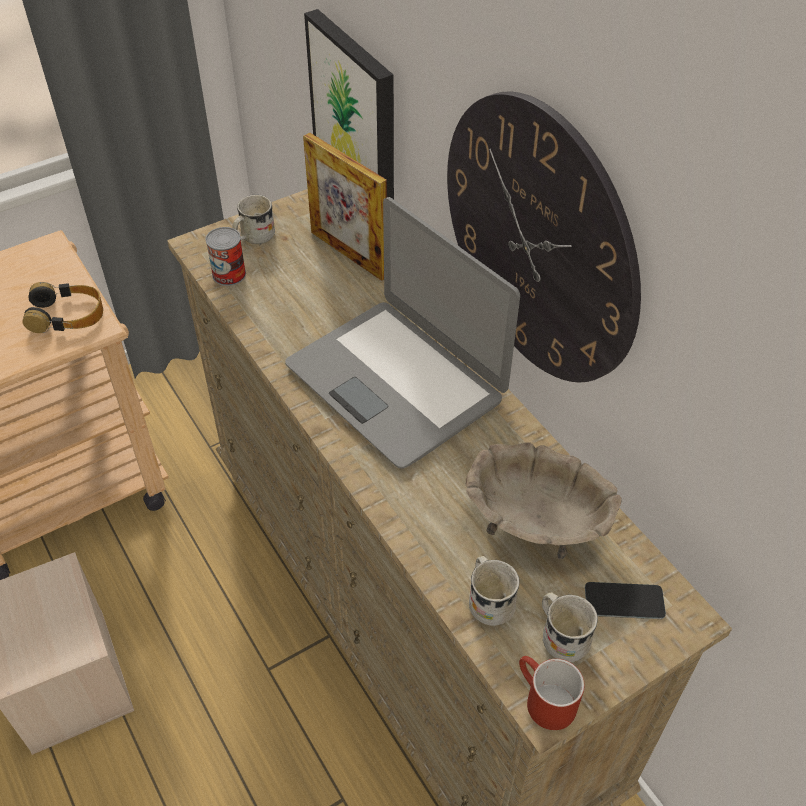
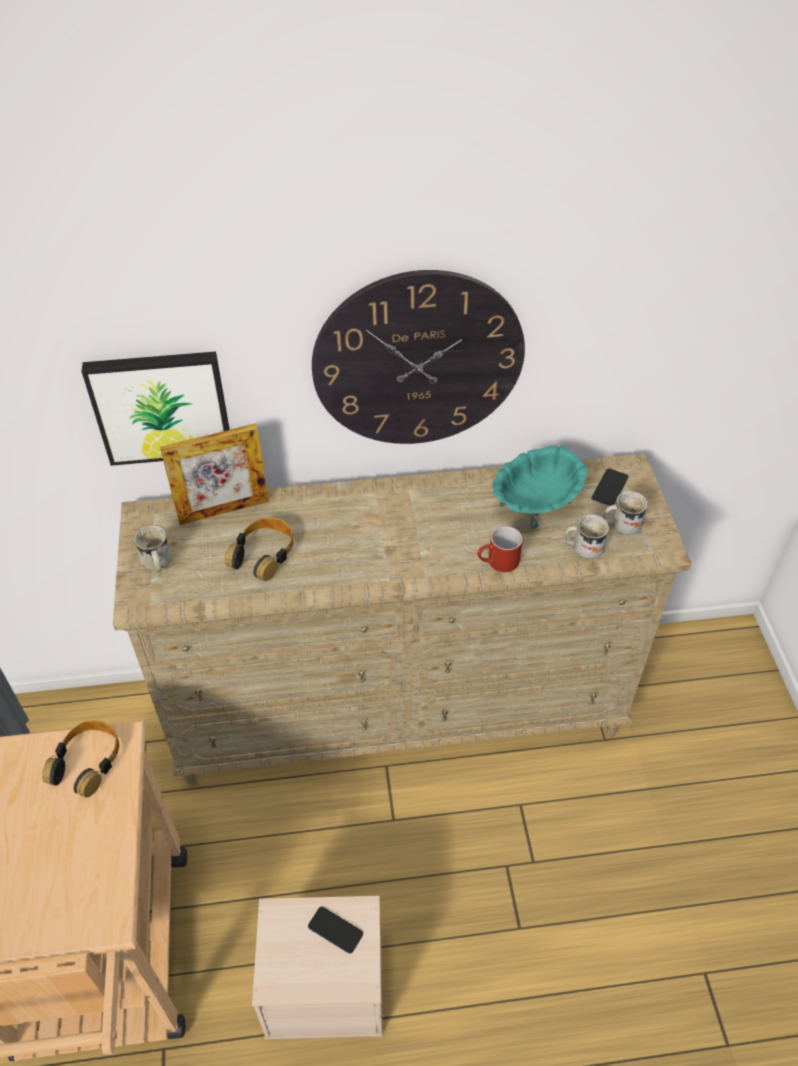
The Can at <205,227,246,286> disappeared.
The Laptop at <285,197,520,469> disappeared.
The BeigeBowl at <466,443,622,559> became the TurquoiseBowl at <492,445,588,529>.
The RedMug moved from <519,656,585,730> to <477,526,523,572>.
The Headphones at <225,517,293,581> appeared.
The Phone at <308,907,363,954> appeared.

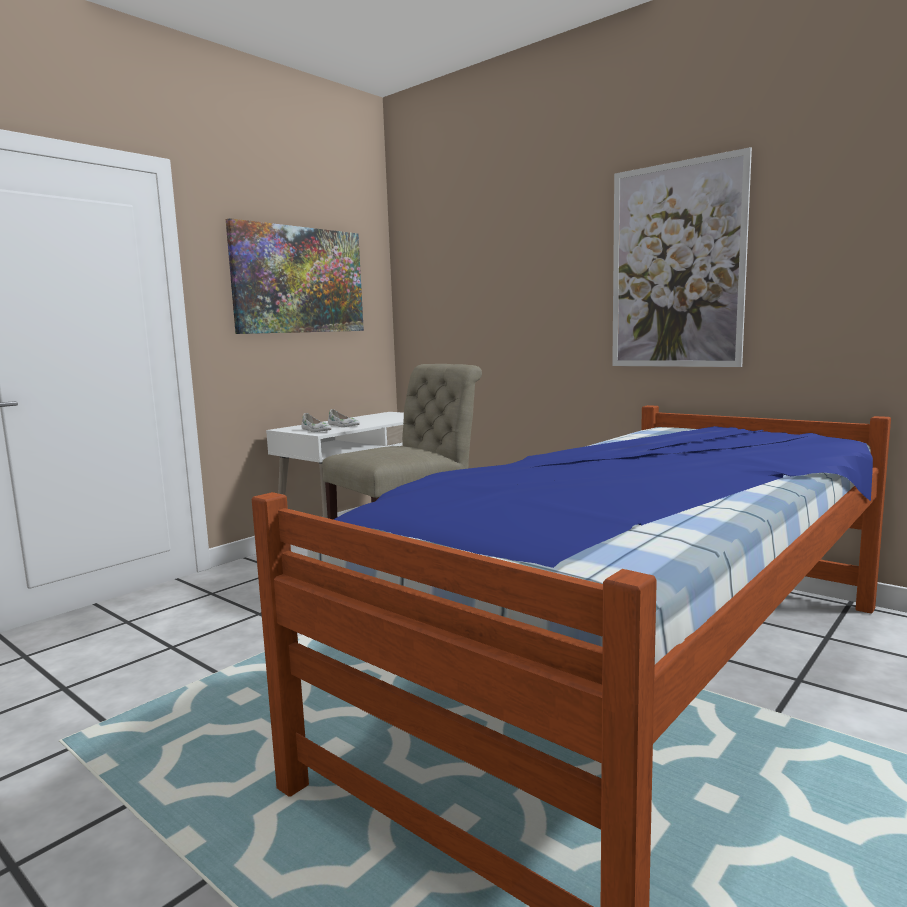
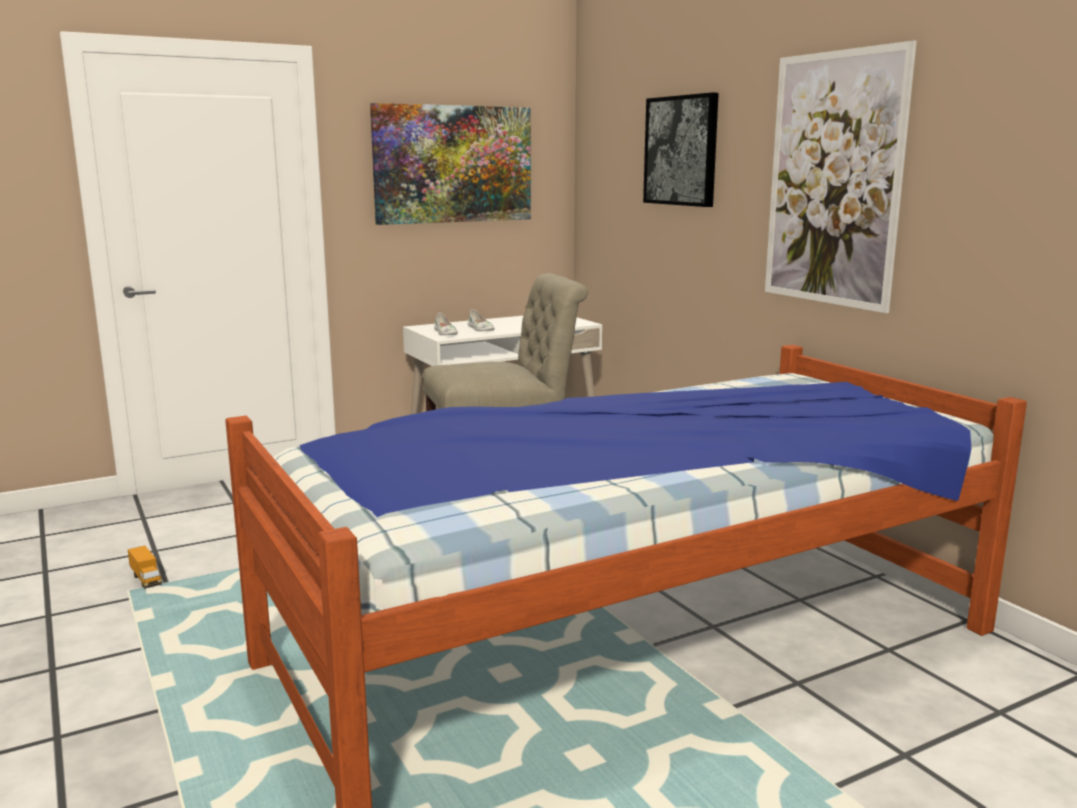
The ToyTruck at <128,545,162,589> appeared.
The Picture at <643,92,719,207> appeared.

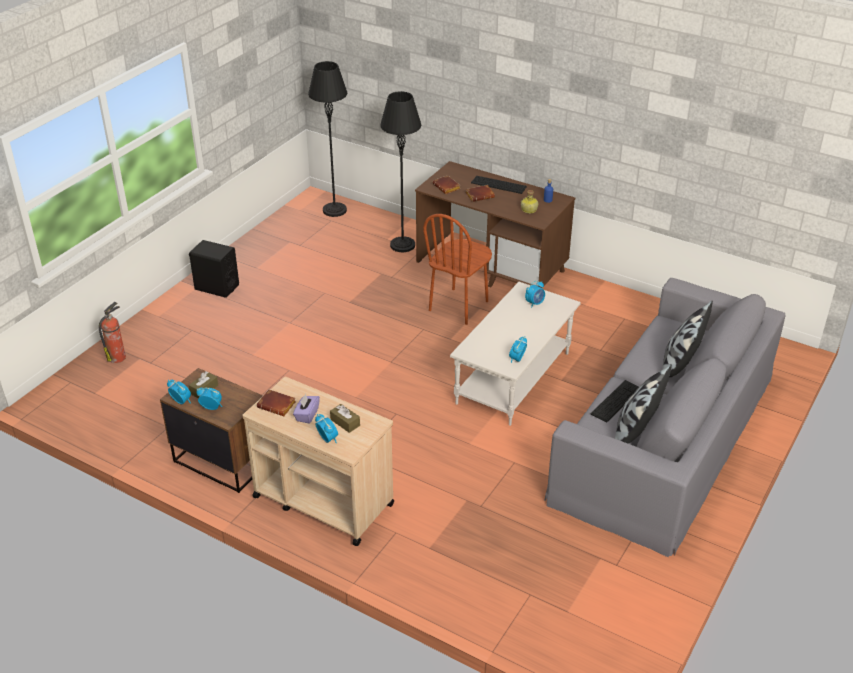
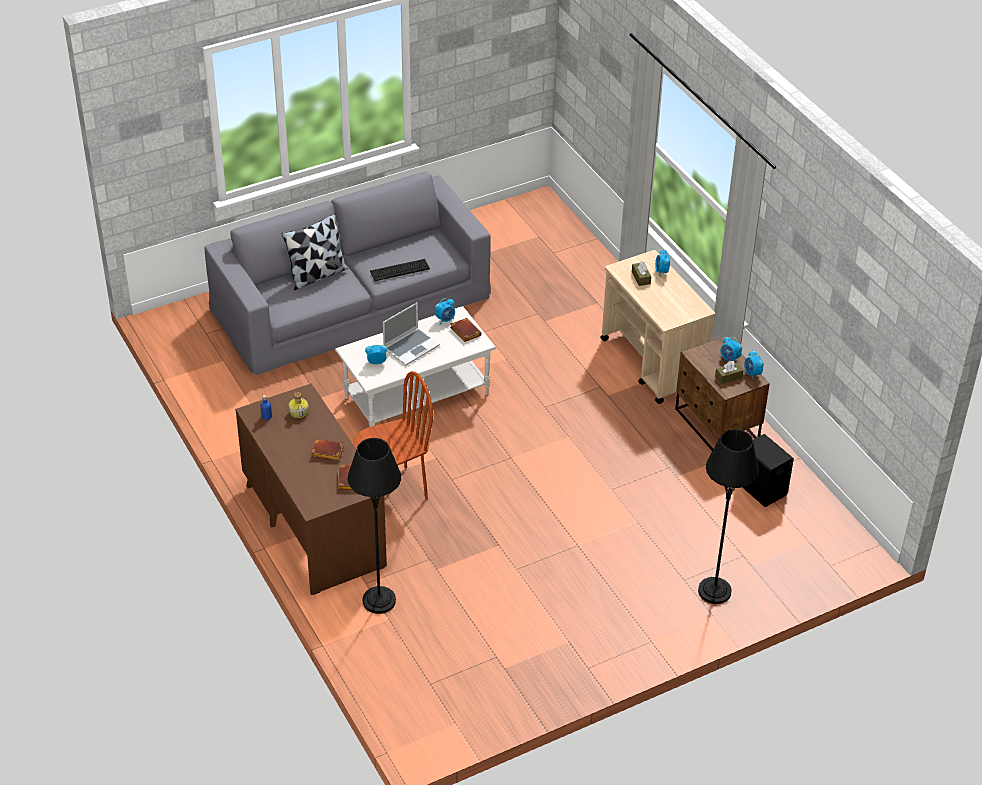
The FireExtinguisher at <99,302,126,363> disappeared.
The BlackSpeaker moved from <189,240,239,298> to <742,434,794,507>.
The BrownBook moved from <257,389,296,416> to <450,318,482,342>.
The PurpleTissueBox at <293,394,320,424> disappeared.
The BlackFloorLamp moved from <308,61,347,217> to <698,429,759,604>.
The Keyboard at <471,176,527,194> disappeared.
The Pillow at <615,364,672,444> disappeared.
The Laptop at <383,302,440,365> appeared.

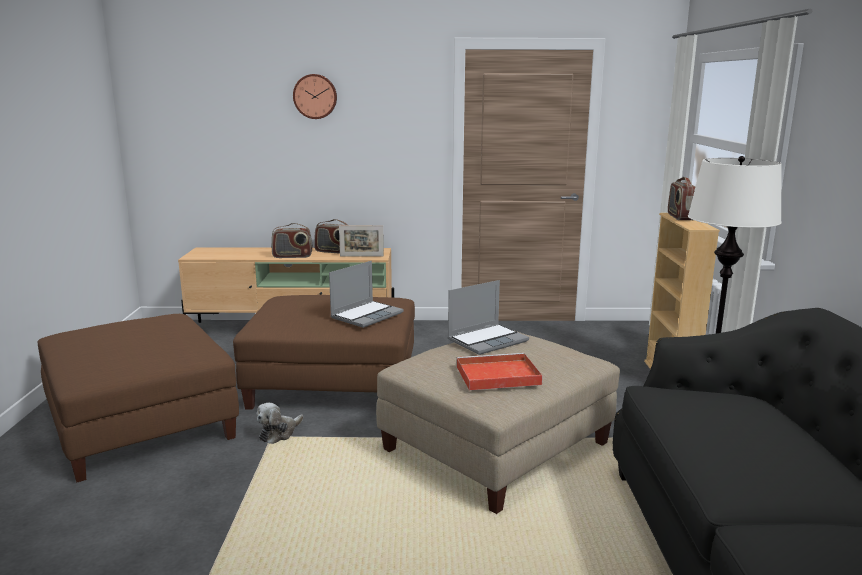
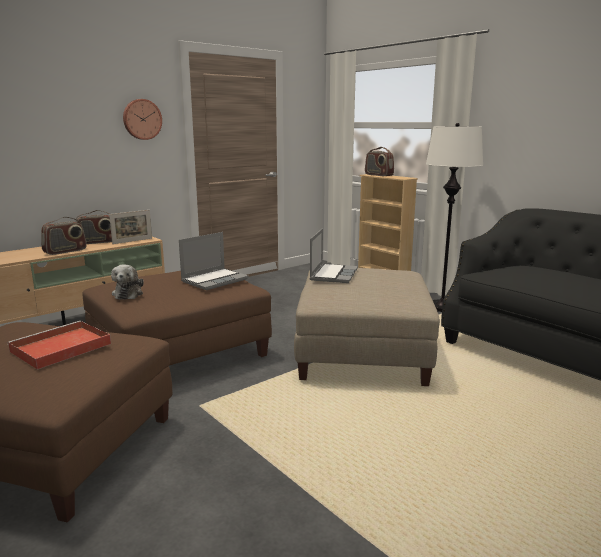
The PlushToy moved from <256,403,303,444> to <111,264,144,300>.
The WallClock moved from <293,74,337,119> to <123,99,162,140>.
The Laptop at <329,261,403,328> turned 45 degrees clockwise.
The RedTray moved from <456,353,543,391> to <8,321,111,370>.

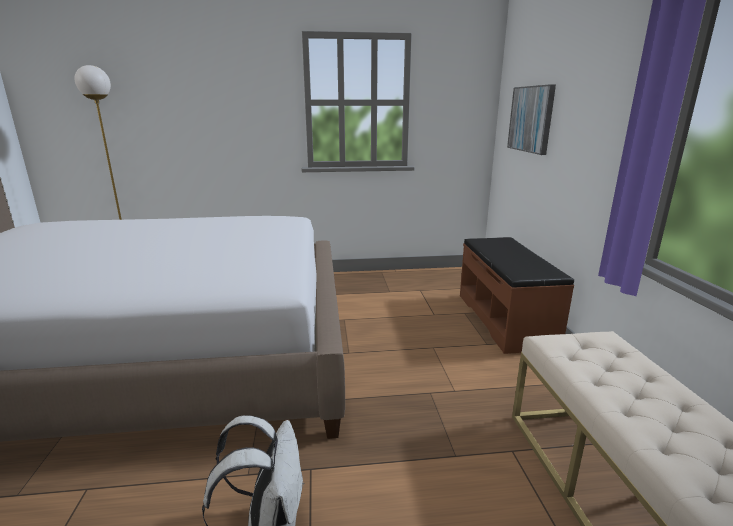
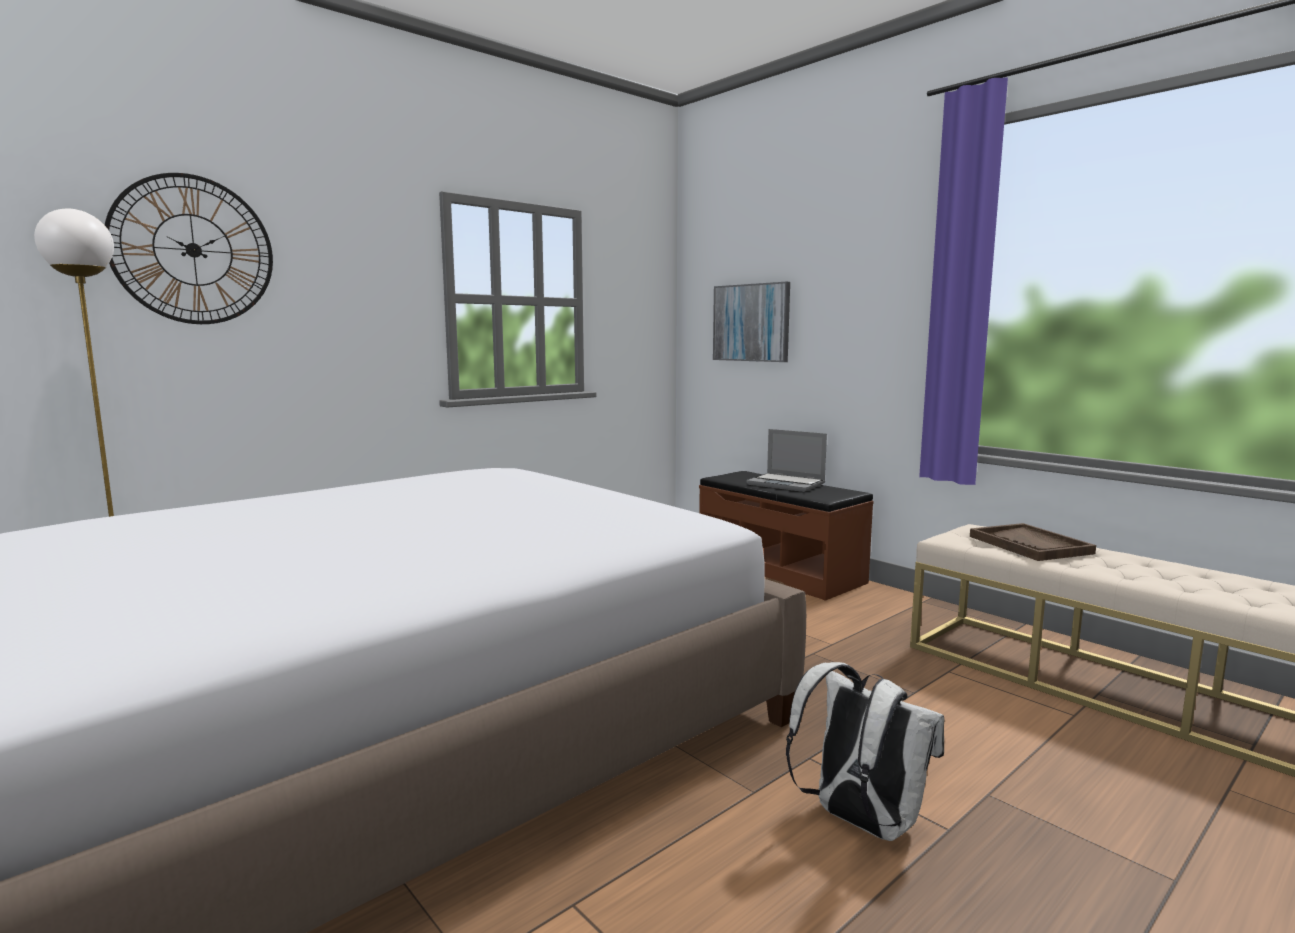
The WallClock at <105,173,273,324> appeared.
The Laptop at <747,429,827,492> appeared.
The BrownTray at <970,523,1096,561> appeared.

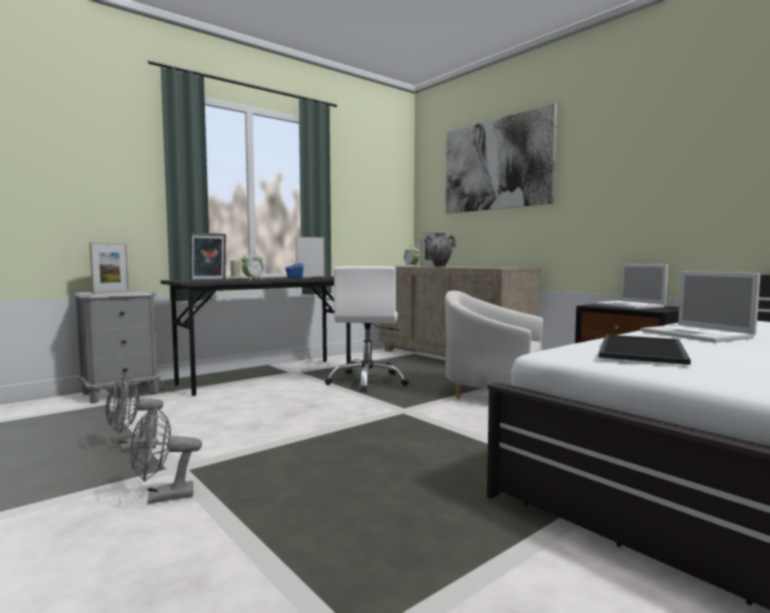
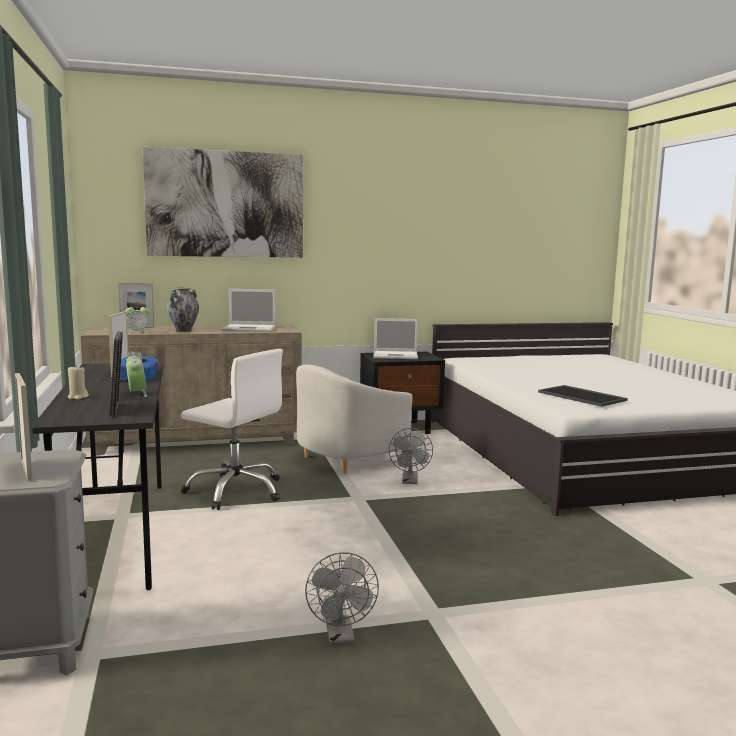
The GreyFan moved from <130,406,202,504> to <389,428,433,484>.
The Laptop moved from <641,271,760,343> to <222,289,276,332>.

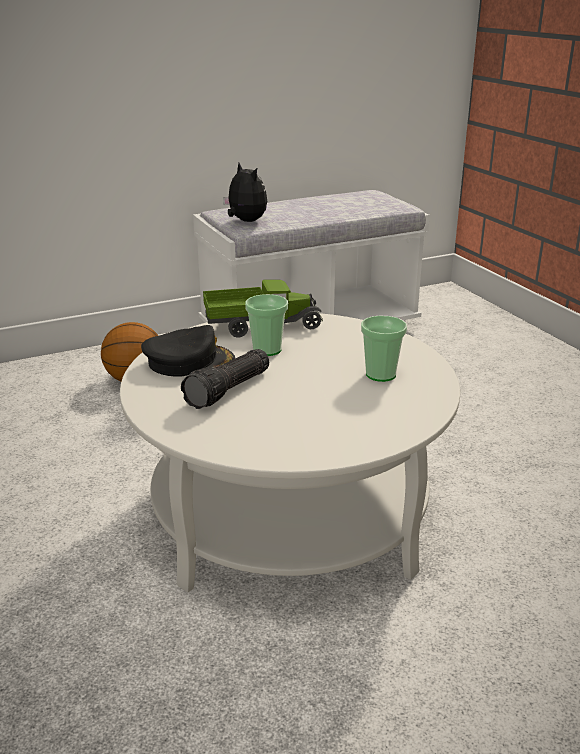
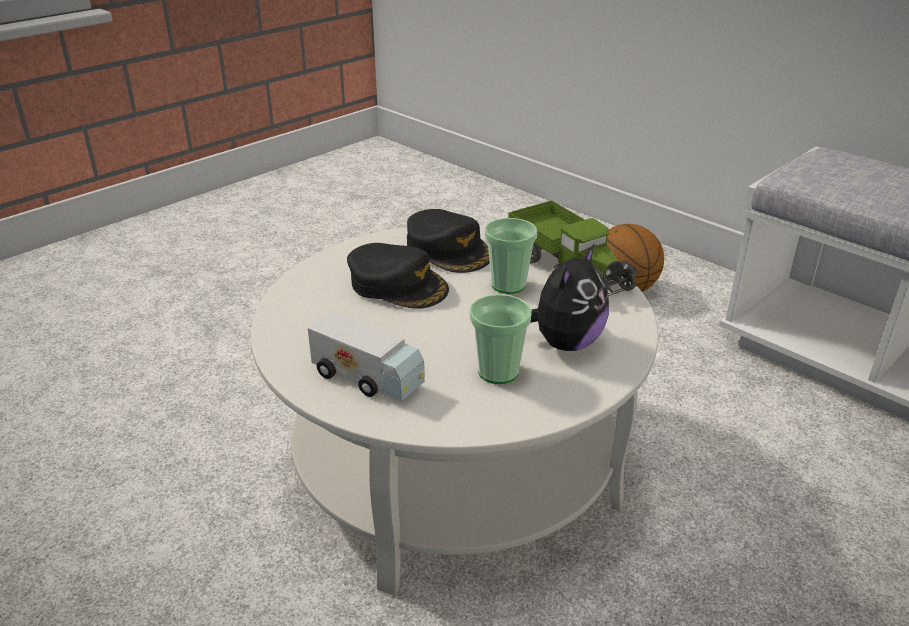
The Flashlight at <181,349,269,409> was replaced by the BlackCap at <347,243,449,309>.
The PlushToy moved from <223,163,267,222> to <531,243,609,351>.
The ToyTruck at <308,311,425,401> appeared.

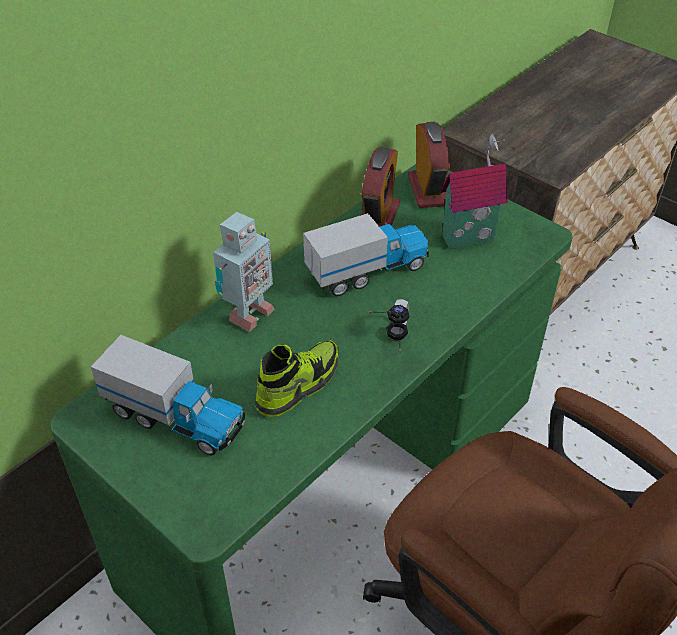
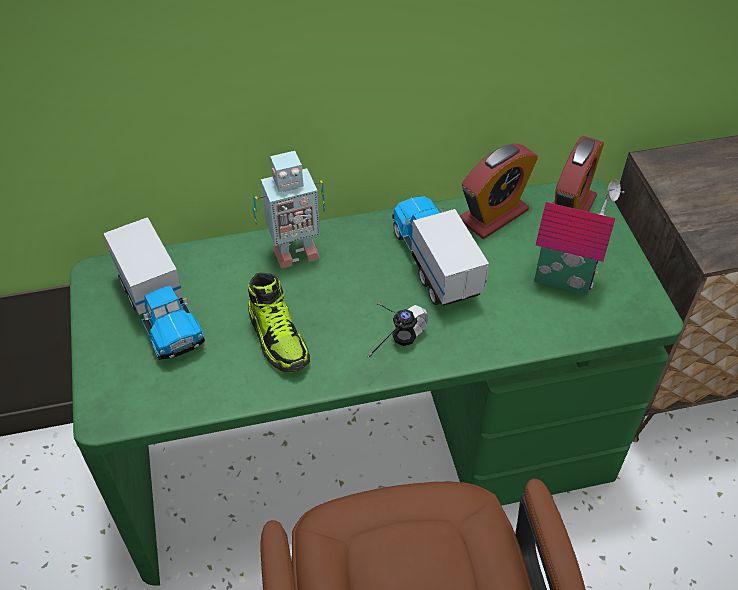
The Shoe at <255,340,339,417> turned 75 degrees clockwise.
The ToyTruck at <303,213,429,296> turned 120 degrees counterclockwise.

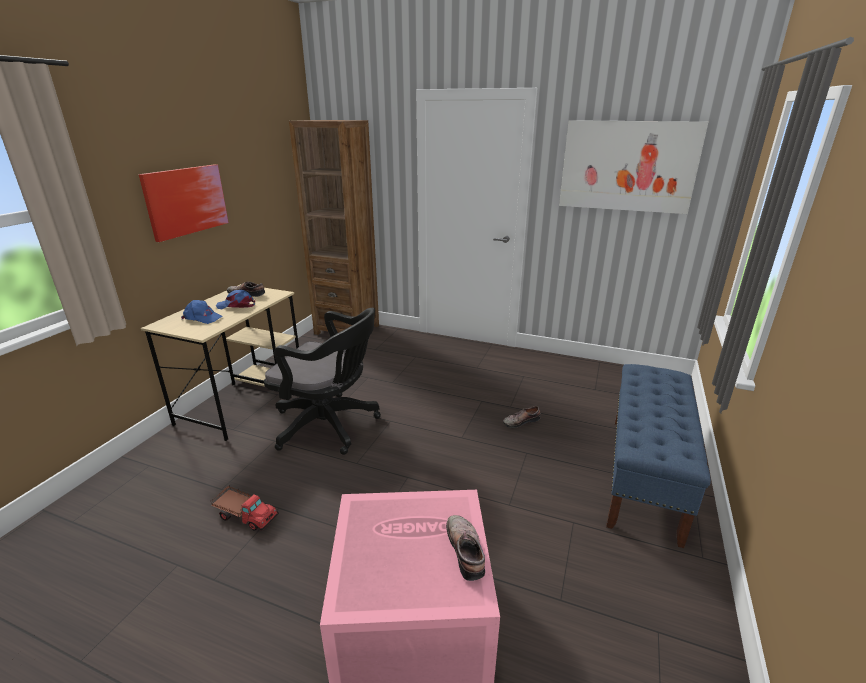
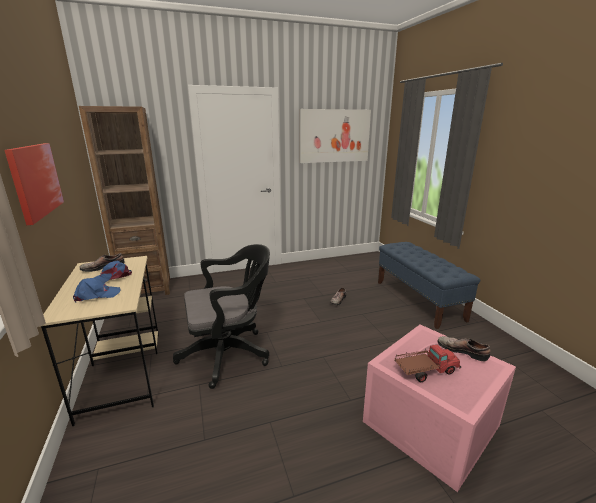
The ToyTruck moved from <211,485,279,530> to <395,345,461,382>.

